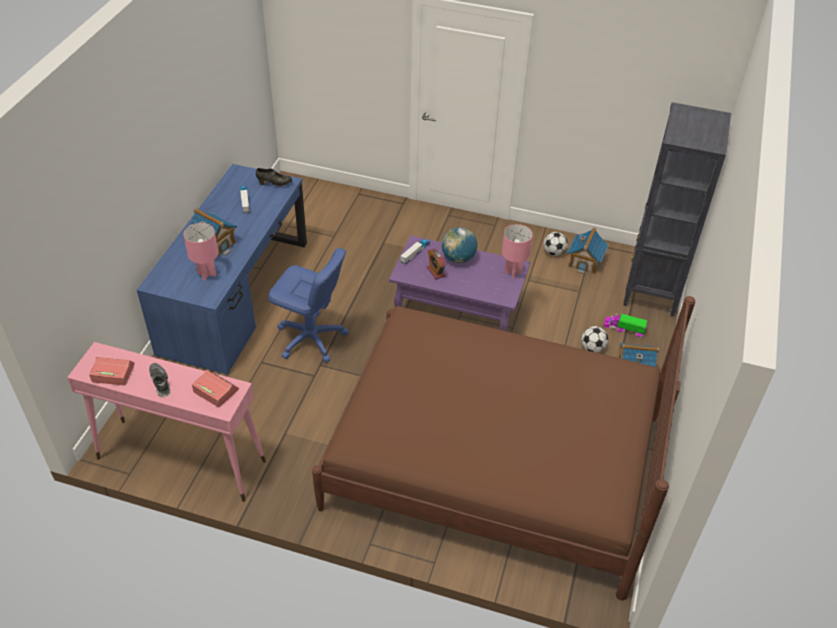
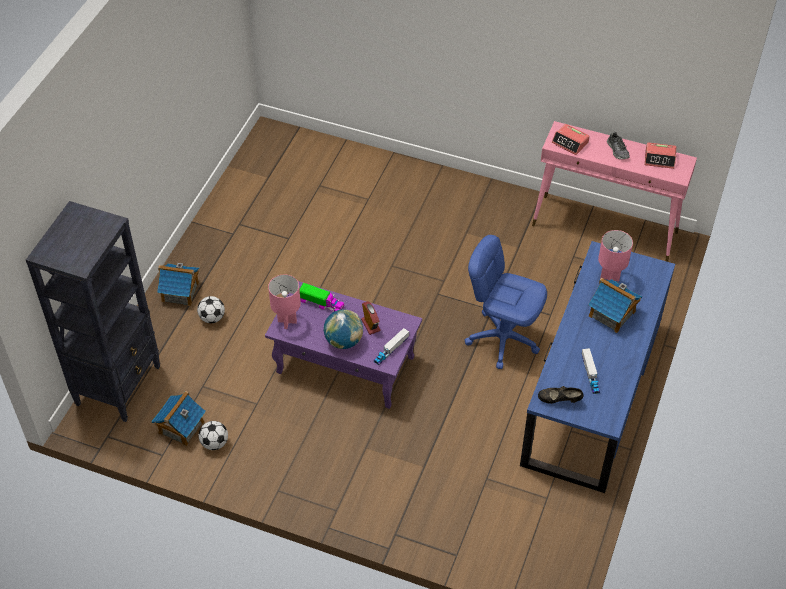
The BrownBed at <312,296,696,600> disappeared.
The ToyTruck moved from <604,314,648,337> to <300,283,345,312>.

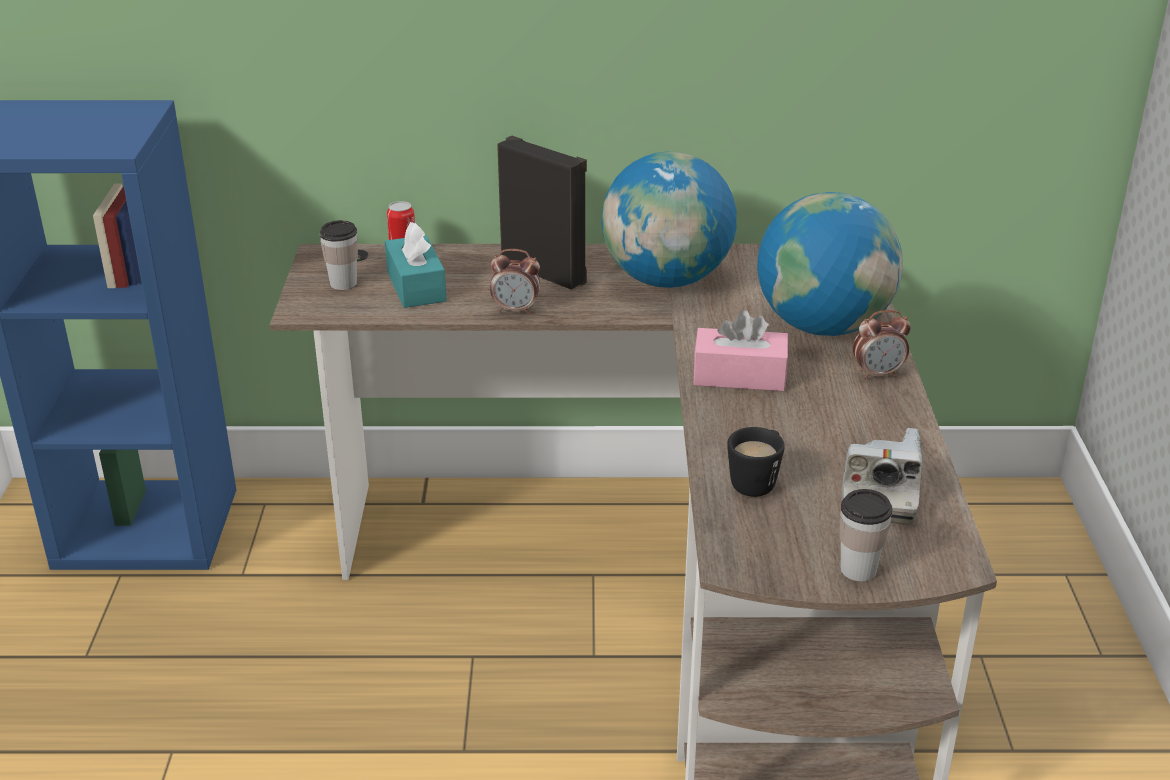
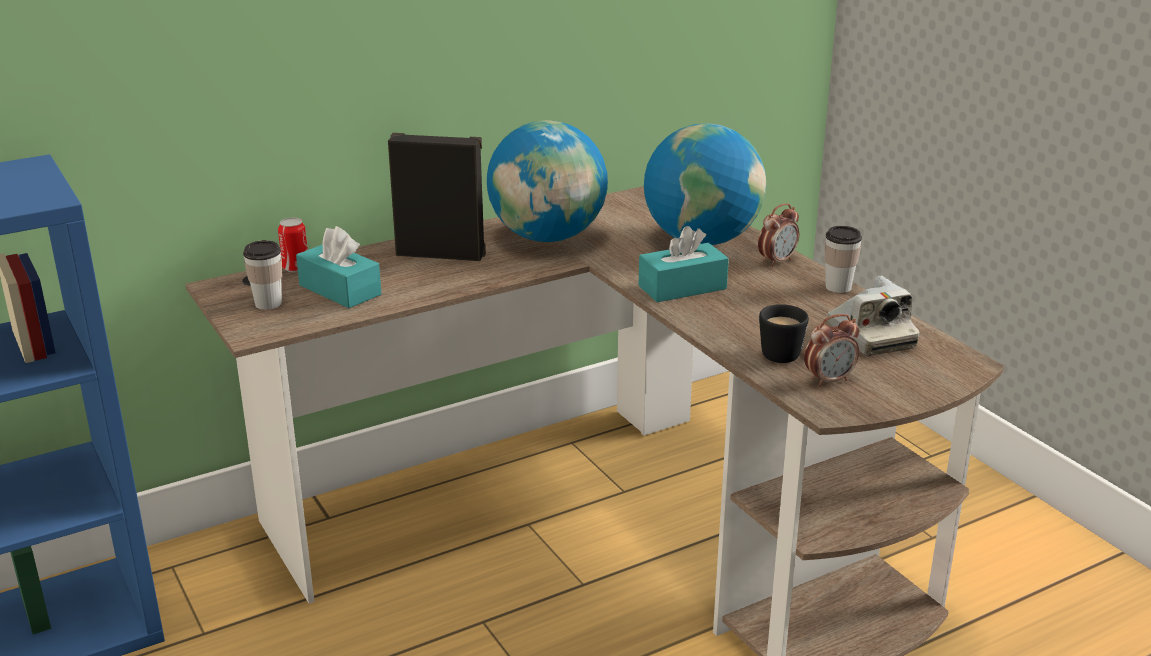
The AlarmClock moved from <490,249,540,314> to <804,314,860,387>.
The PinkTissueBox at <693,310,788,391> became the TurquoiseTissueBox at <638,226,729,302>.
The Cup moved from <840,489,893,581> to <825,226,862,293>.

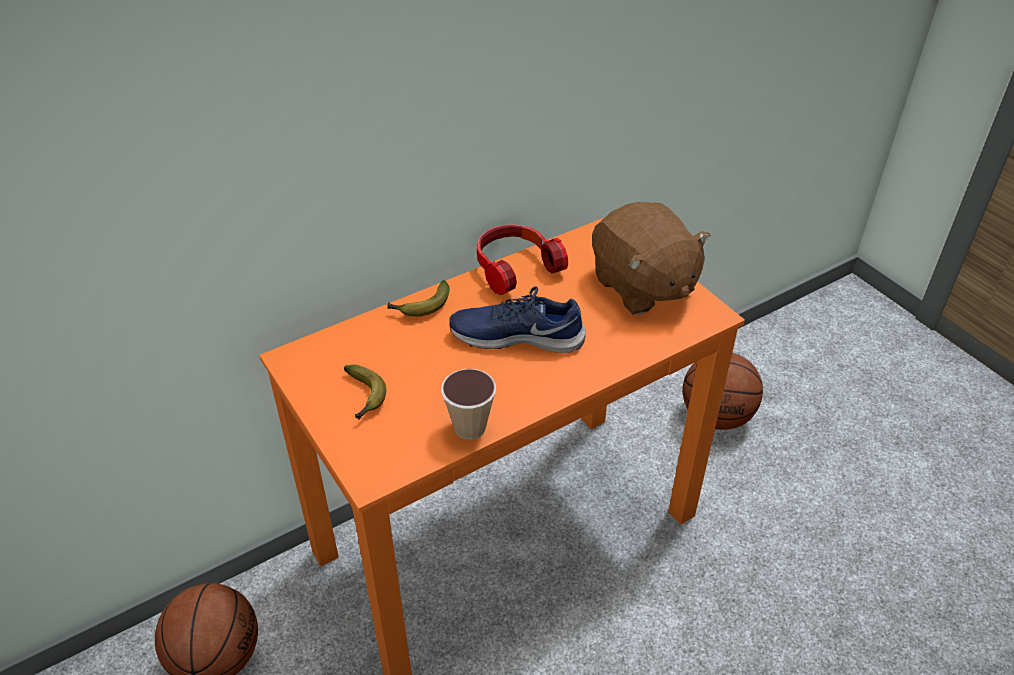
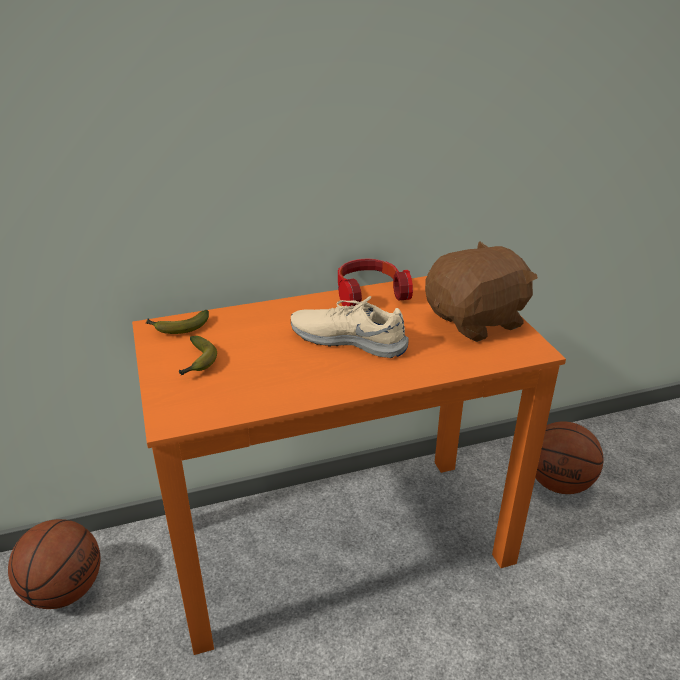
The Banana moved from <387,280,449,317> to <146,310,209,334>.
The Cup at <441,369,496,439> disappeared.
The BlueShoe at <449,286,586,353> became the BeigeShoe at <291,296,409,358>.
The BrownPlushToy at <592,202,711,315> turned 105 degrees counterclockwise.

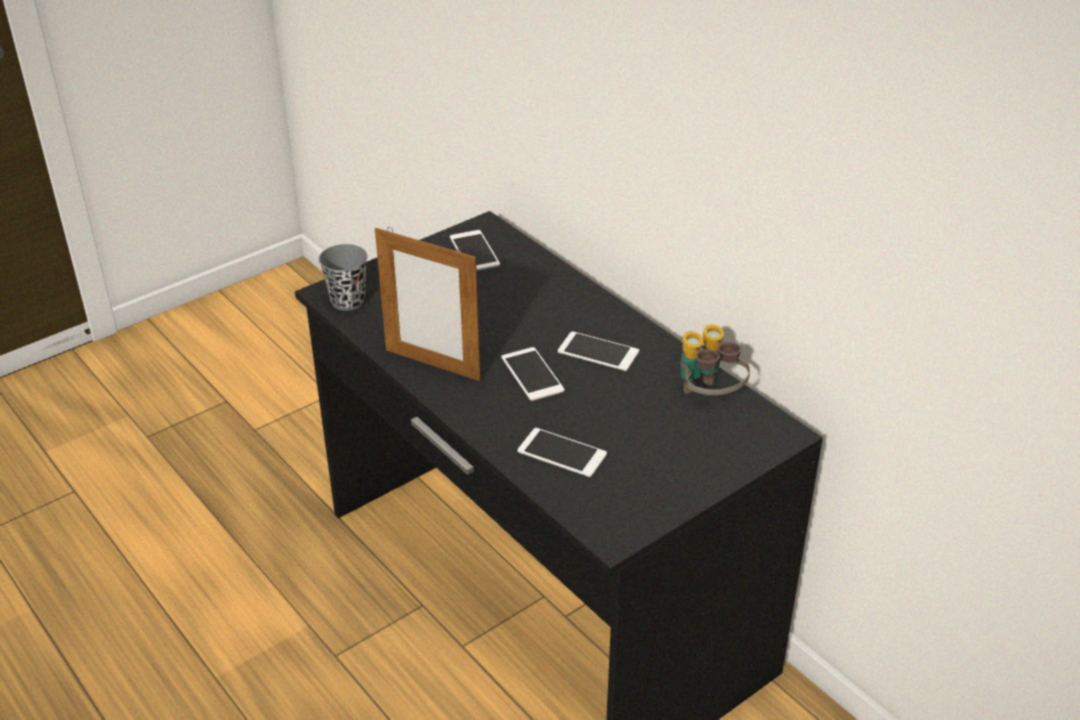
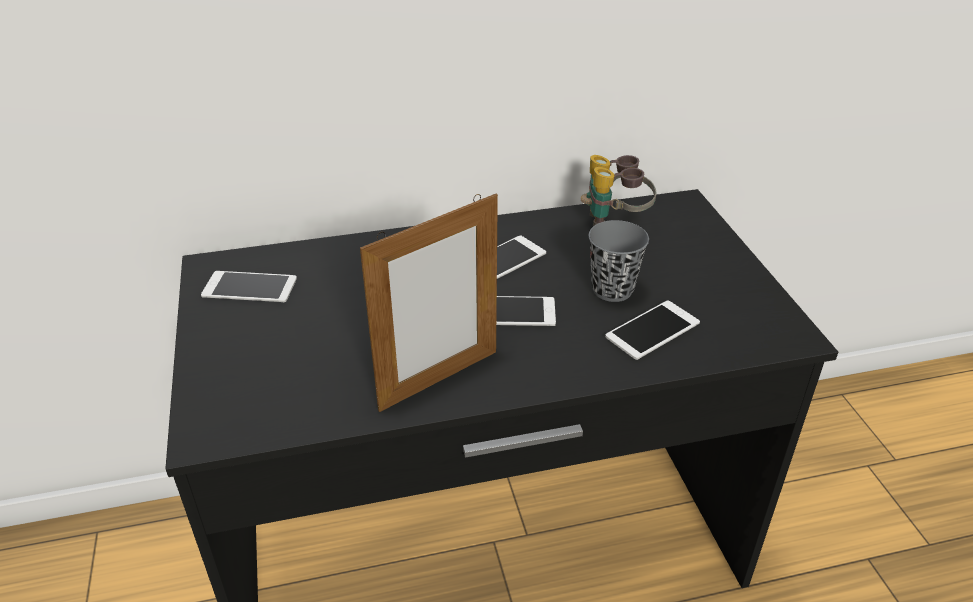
The GreyCup moved from <319,244,367,311> to <589,220,649,302>.

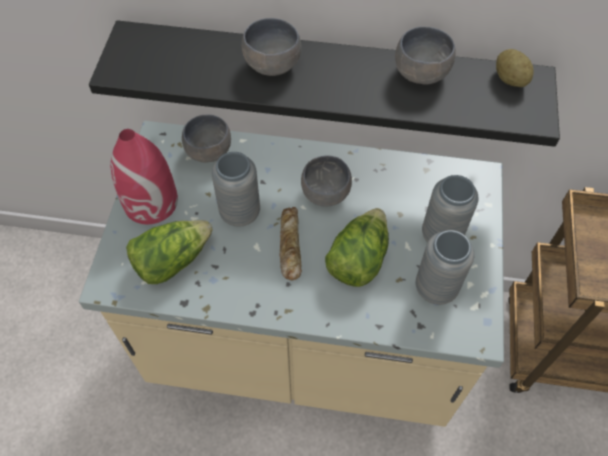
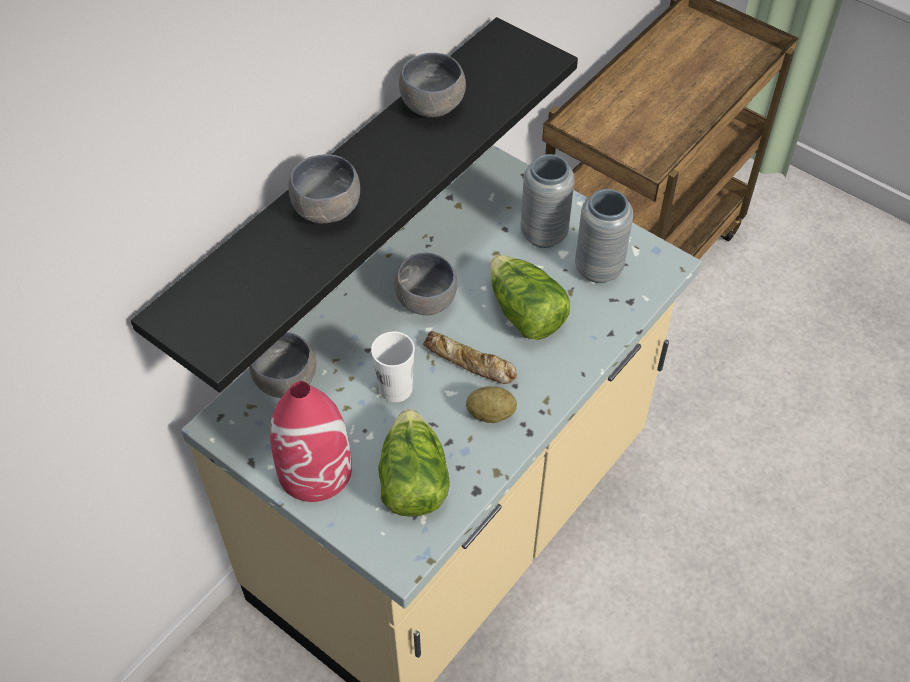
The GreyVase at <212,152,260,227> was replaced by the WhiteCup at <371,332,415,402>.
The Potato moved from <496,49,534,87> to <466,386,517,423>.

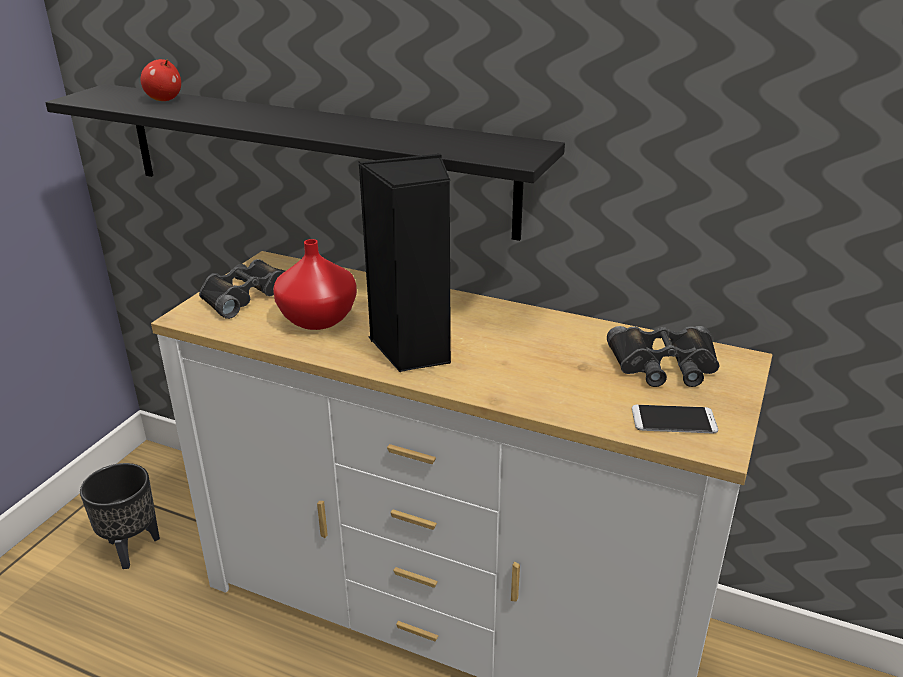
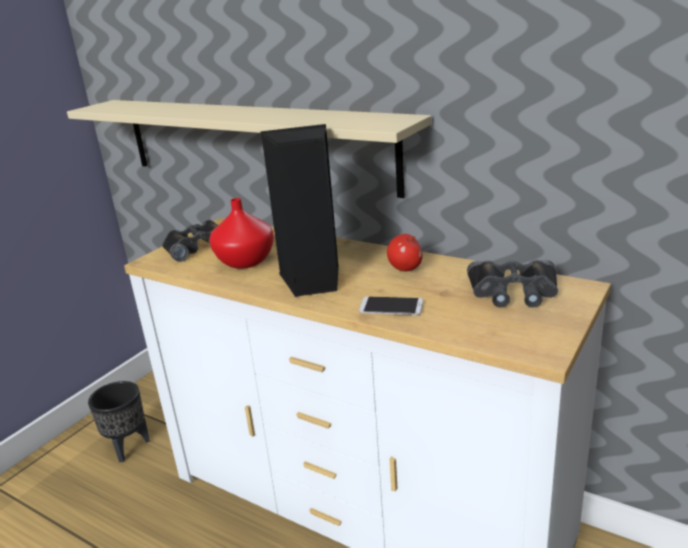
The BlackShelf at <45,84,565,241> became the BeigeShelf at <67,100,431,198>.
The Apple moved from <141,59,181,101> to <387,234,423,271>.
The Phone moved from <632,405,718,434> to <359,296,424,315>.

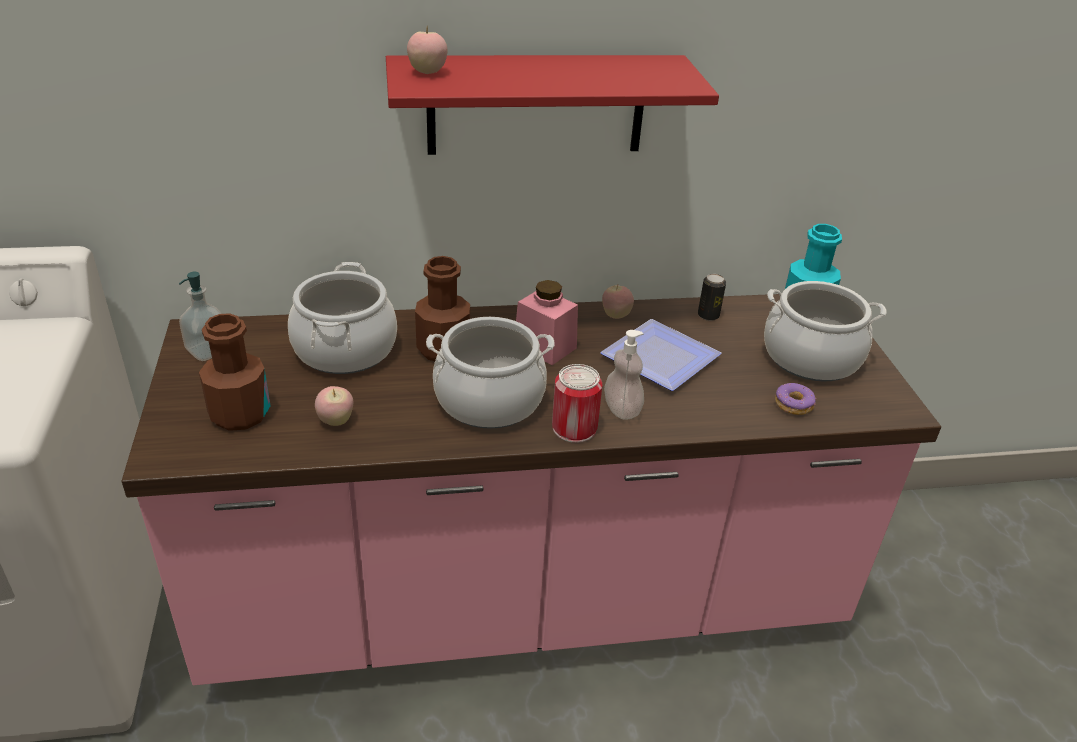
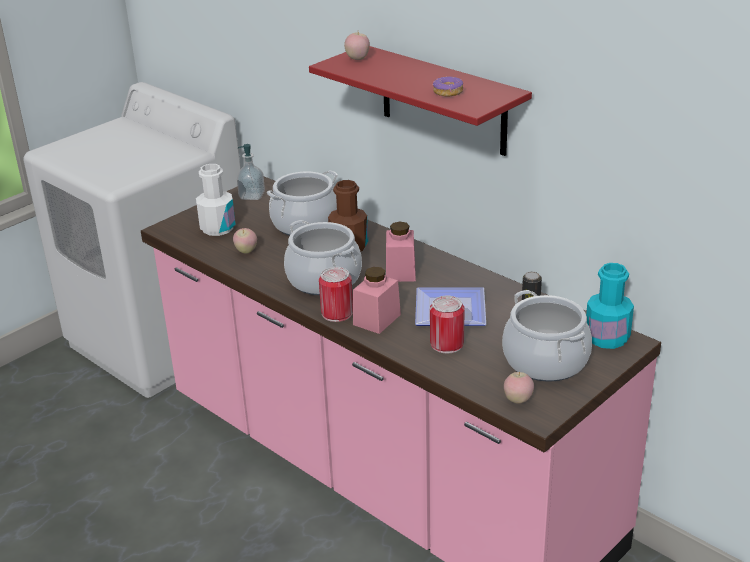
The BrownBottle at <199,313,271,431> became the WhiteBottle at <196,164,236,236>.
The Apple moved from <602,285,634,319> to <504,372,534,404>.
The SoapDispenser at <604,330,644,420> was replaced by the PinkJar at <353,267,401,334>.
The Donut moved from <775,383,816,415> to <433,77,463,97>.
The Can at <430,296,465,353> appeared.

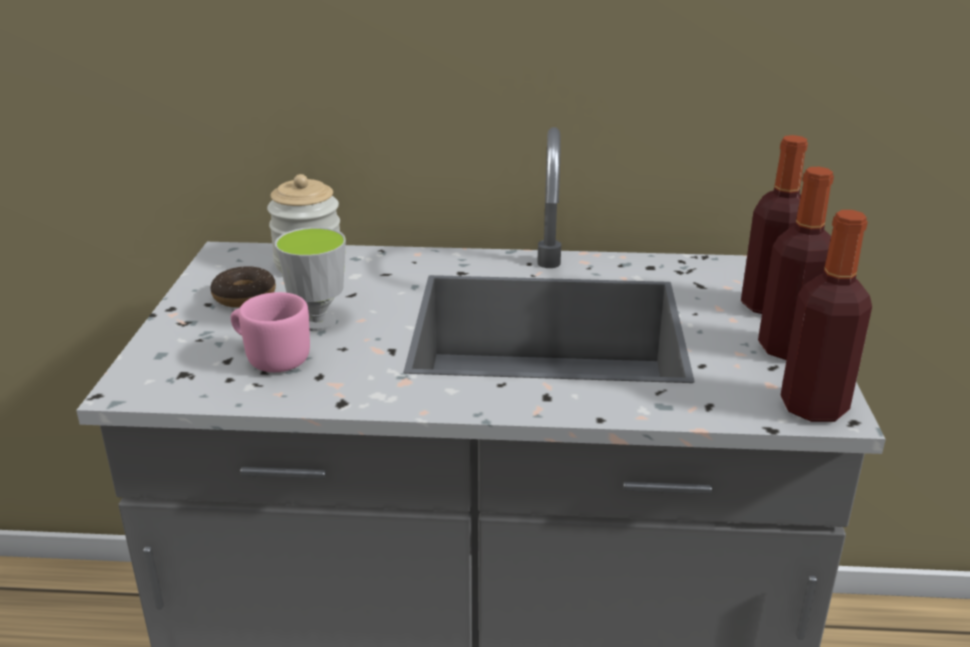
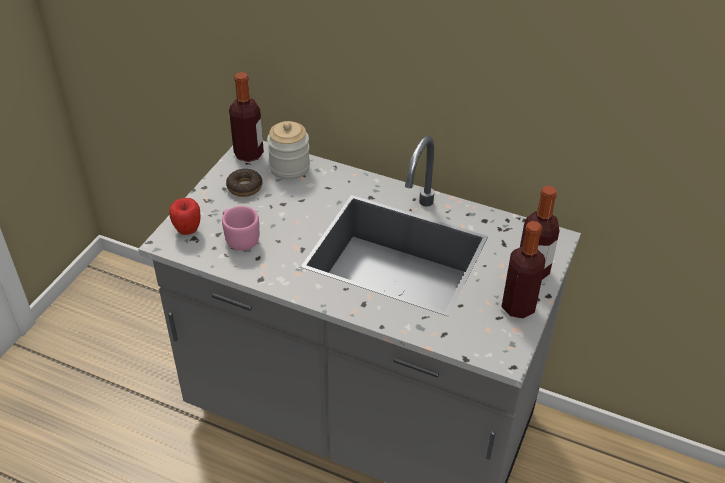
The Cup at <275,227,346,331> disappeared.
The Bottle moved from <781,210,872,422> to <229,72,264,162>.
The Apple at <169,198,201,235> appeared.

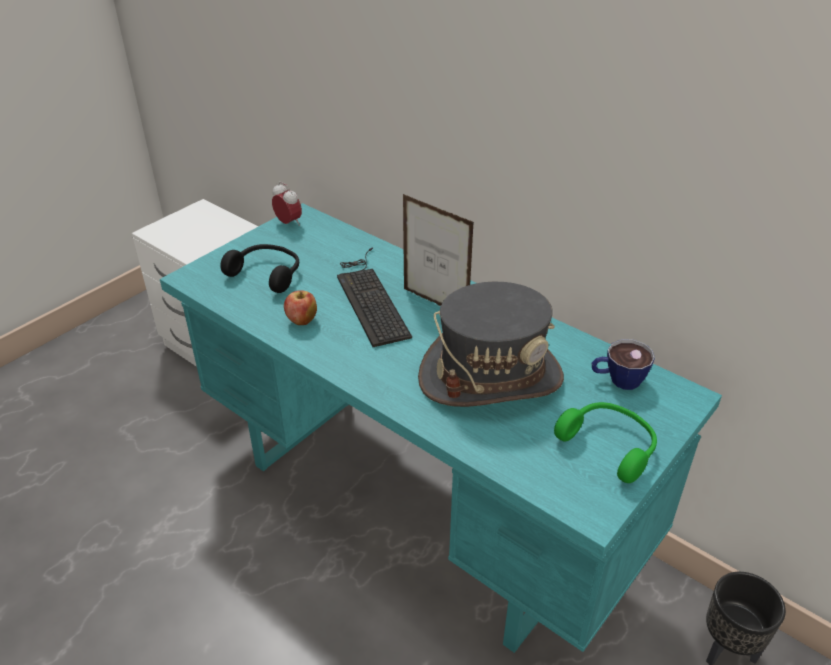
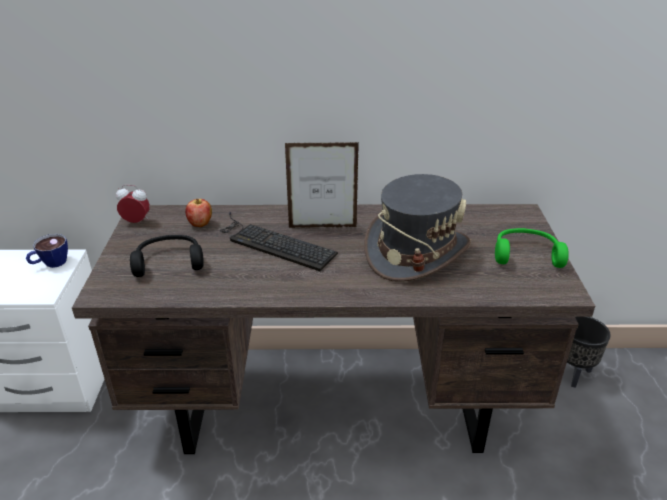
The TurquoiseDesk at <160,203,722,653> became the BrownDesk at <72,204,595,454>.
The Apple moved from <284,290,317,325> to <185,199,212,227>.
The Cup moved from <592,339,655,390> to <26,234,68,268>.

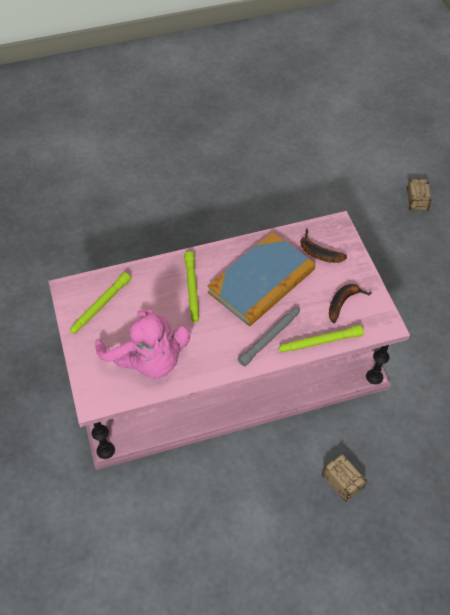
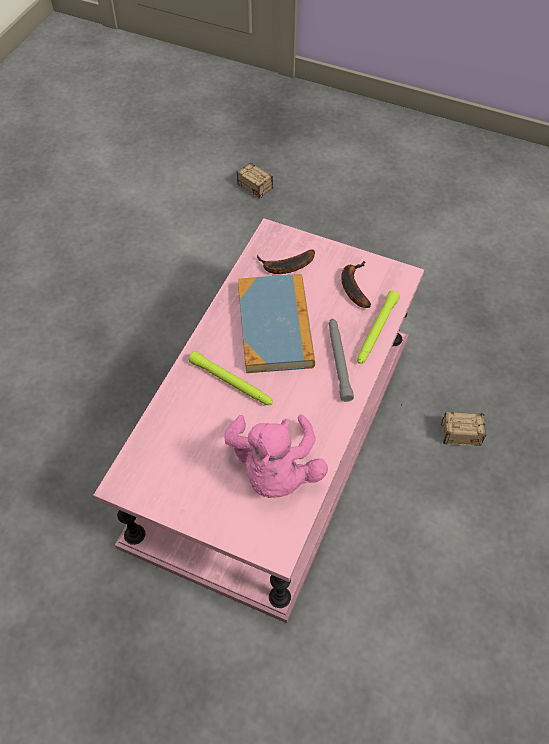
The GreenFlashlight at <70,272,131,333> disappeared.
The PinkPlushToy at <95,309,190,378> turned 90 degrees clockwise.

